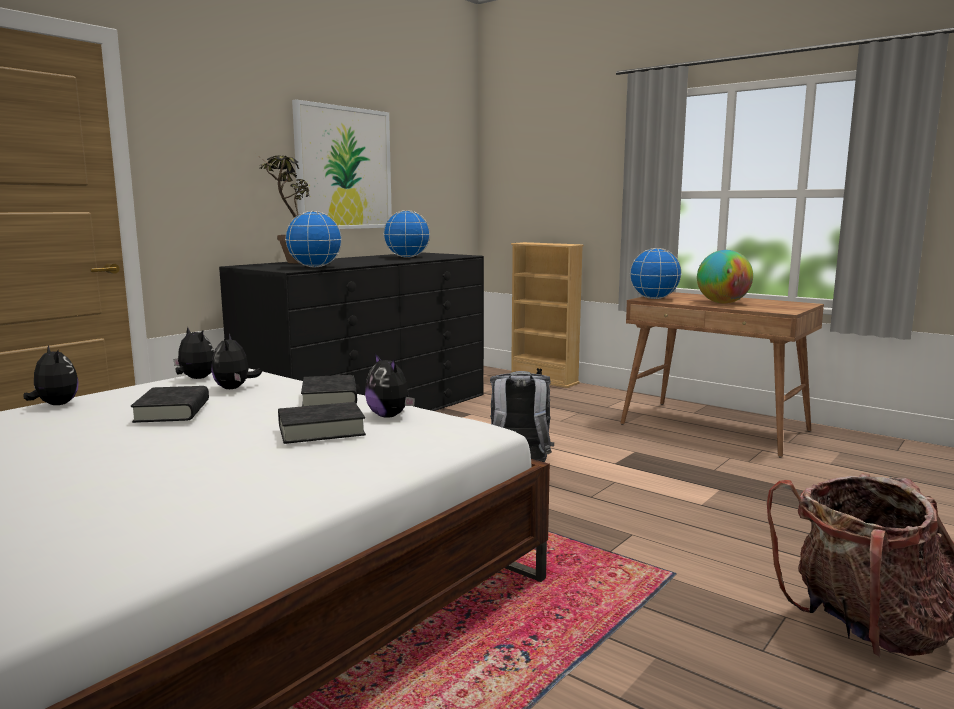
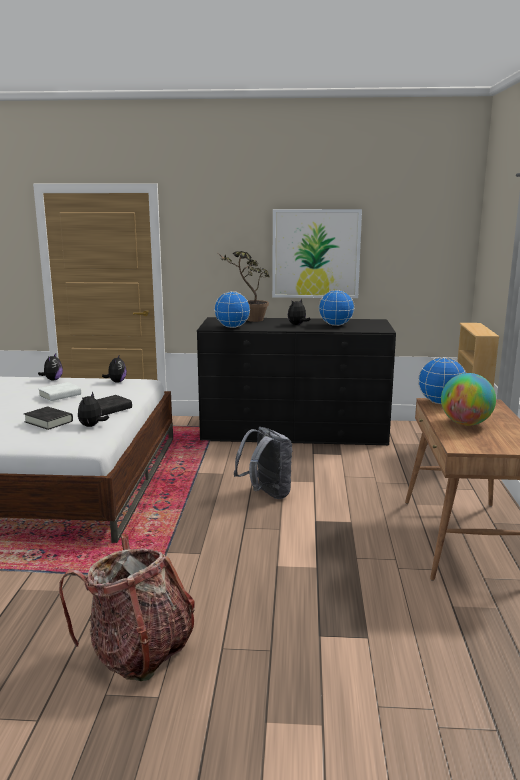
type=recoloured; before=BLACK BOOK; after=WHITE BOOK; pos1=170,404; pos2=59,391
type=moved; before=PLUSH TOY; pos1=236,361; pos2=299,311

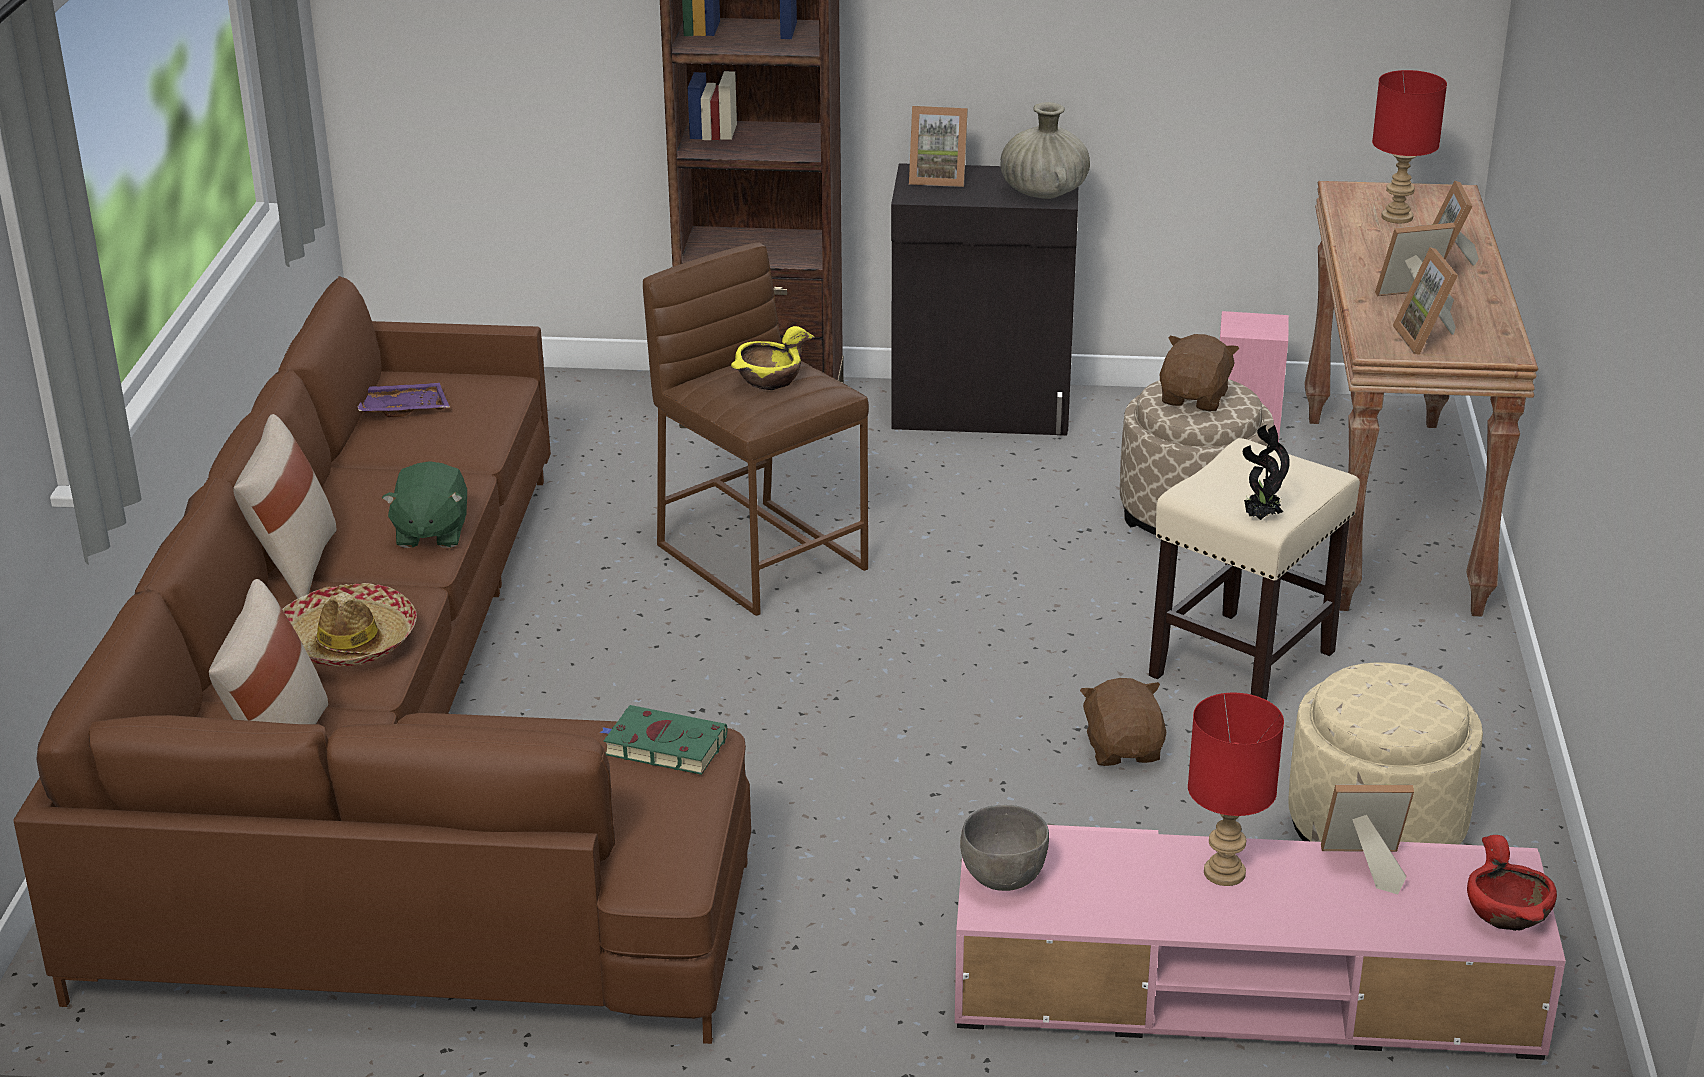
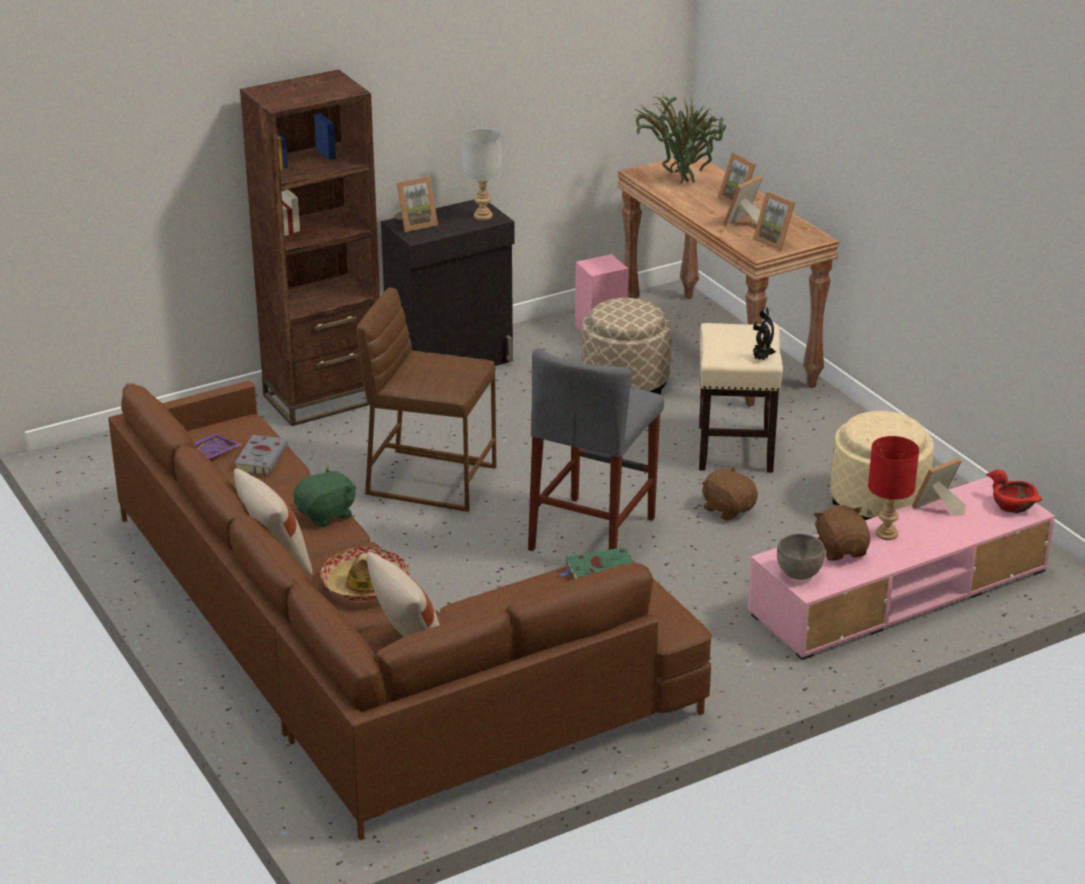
type=turned; before=GREEN PLUSH TOY; pos1=424,504; pos2=325,497; turn=-90
type=removed; before=YELLOW BOWL; pos1=773,358
type=replaced; before=BEIGE VASE; after=GREY TABLE LAMP; pos1=1045,150; pos2=482,174
type=moved; before=BROWN PLUSH TOY; pos1=1199,372; pos2=842,533
type=replaced; before=RED TABLE LAMP; after=POTTED PLANT; pos1=1409,146; pos2=680,139
type=added; after=GREY BOOK; pos2=261,455
type=added; after=GREY STOOL; pos2=596,449

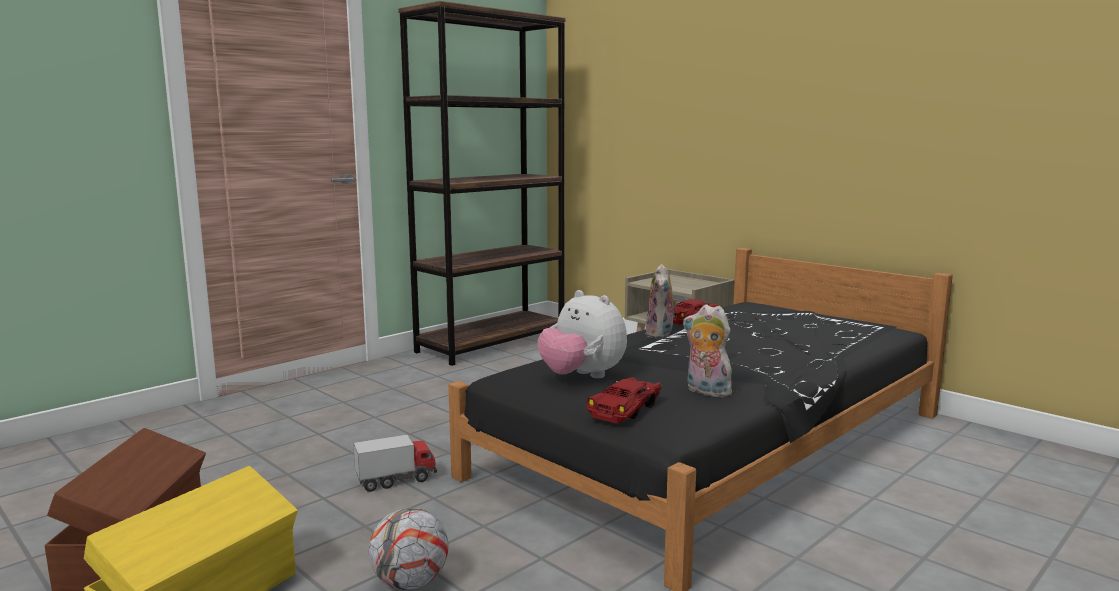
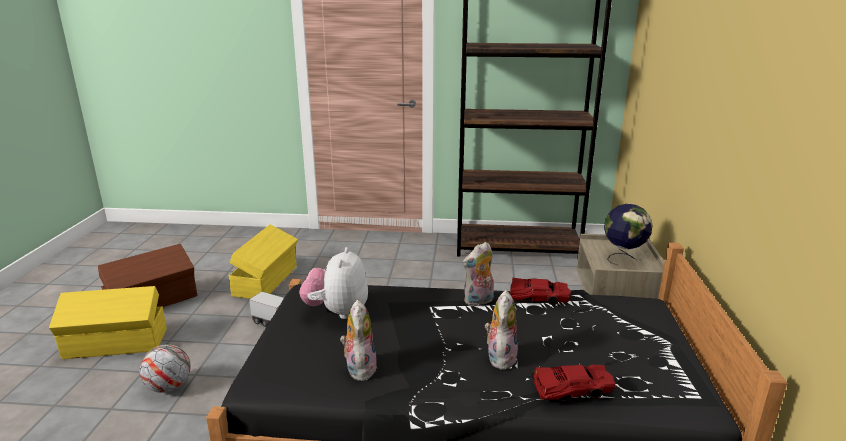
type=moved; before=RED TOY CAR; pos1=624,400; pos2=575,382
type=added; after=YELLOW STORAGE BOX; pos2=263,261
type=added; after=PLUSH TOY; pos2=501,330
type=added; after=GLOBE; pos2=628,234

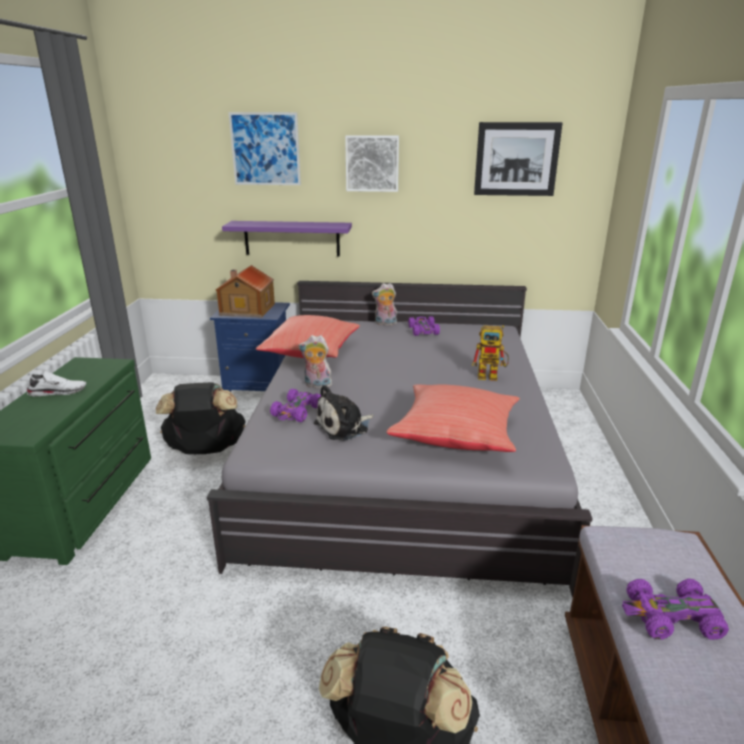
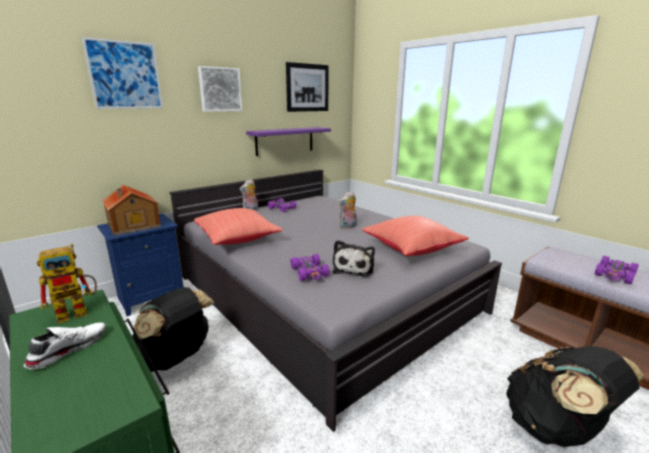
type=moved; before=PURPLE SHELF; pos1=287,239; pos2=288,141
type=moved; before=PLUSH TOY; pos1=316,362; pos2=348,210
type=moved; before=TOY ROBOT; pos1=490,353; pos2=67,284

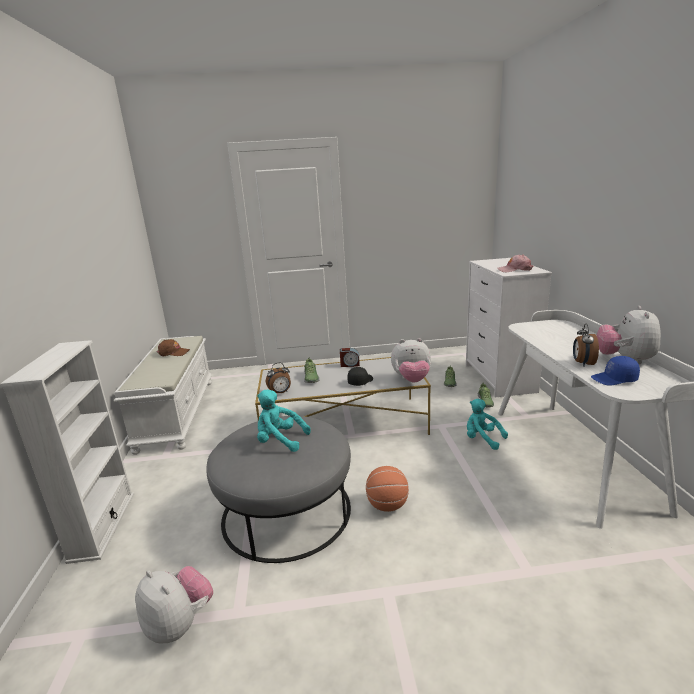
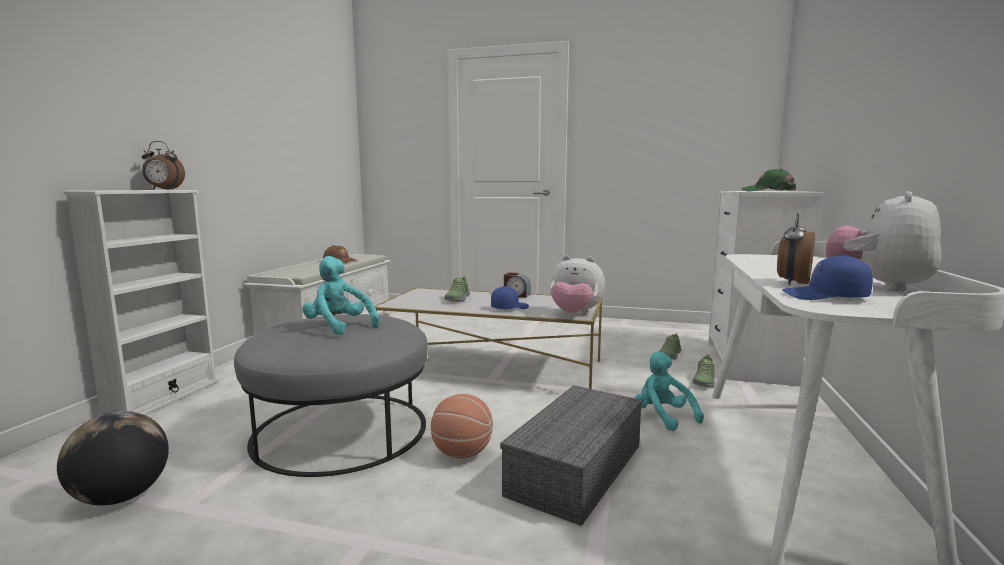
type=replaced; before=PLUSH TOY; after=GLOBE; pos1=174,604; pos2=113,458
type=moved; before=ALARM CLOCK; pos1=278,378; pos2=163,165
type=recoloured; before=BLACK CAP; after=BLUE CAP; pos1=360,376; pos2=510,297
type=recoloured; before=PINK CAP; after=GREEN CAP; pos1=515,263; pos2=768,179
type=added; after=GREY STORAGE BOX; pos2=571,455

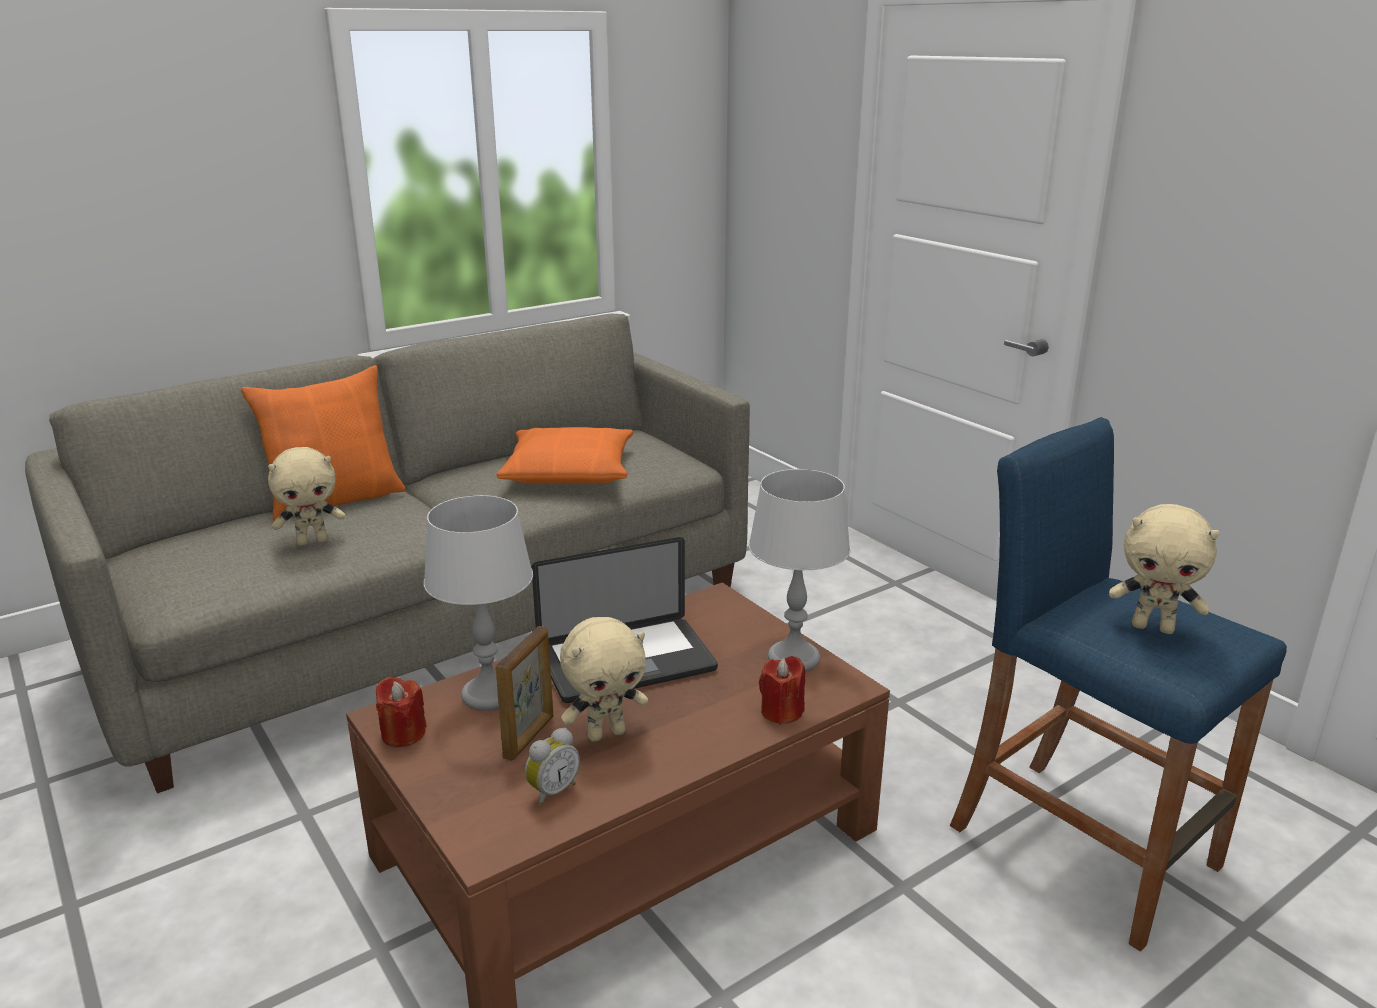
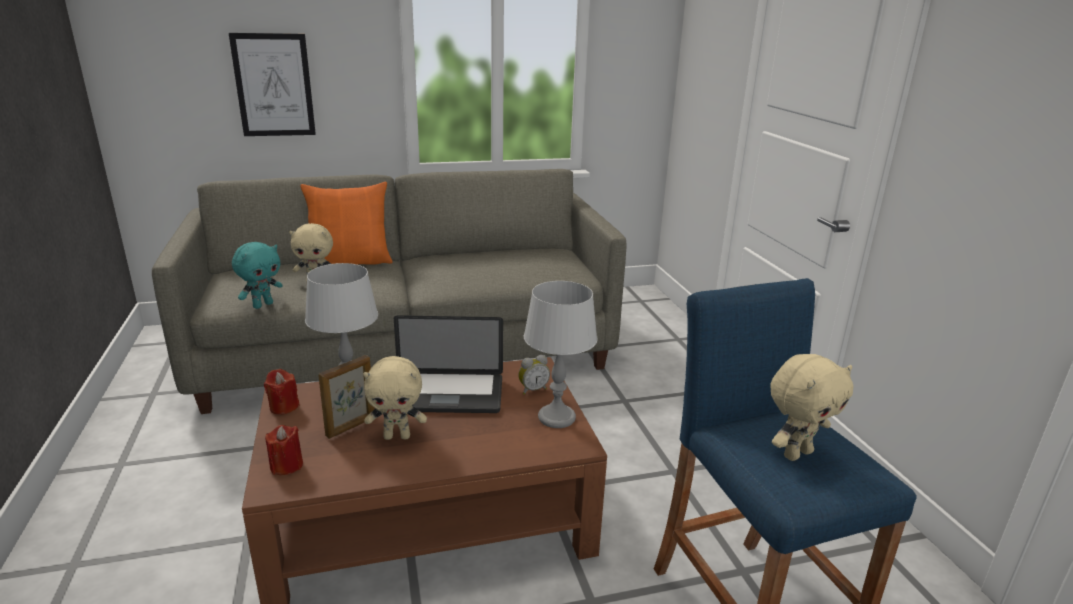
type=removed; before=ORANGE PILLOW; pos1=565,455
type=moved; before=ALARM CLOCK; pos1=552,767; pos2=534,375
type=moved; before=RED CANDLE; pos1=782,690; pos2=284,450
type=turned; before=BEIGE PLUSH TOY; pos1=1164,569; pos2=812,407; turn=-75
type=added; after=PICTURE; pos2=272,84
type=added; after=TURQUOISE PLUSH TOY; pos2=257,275

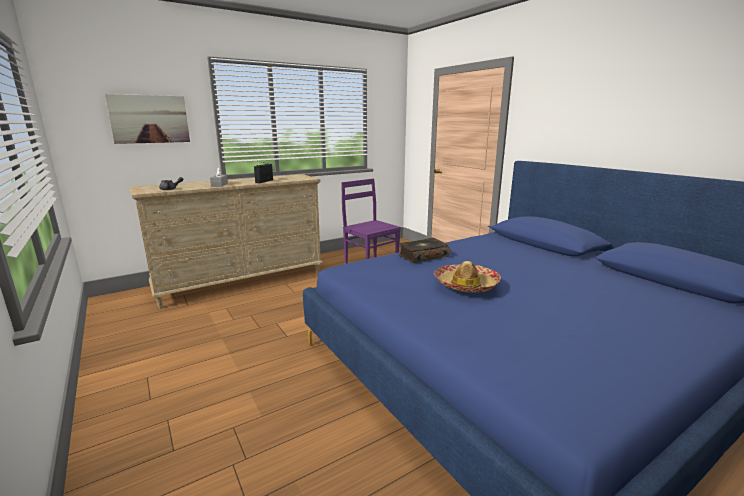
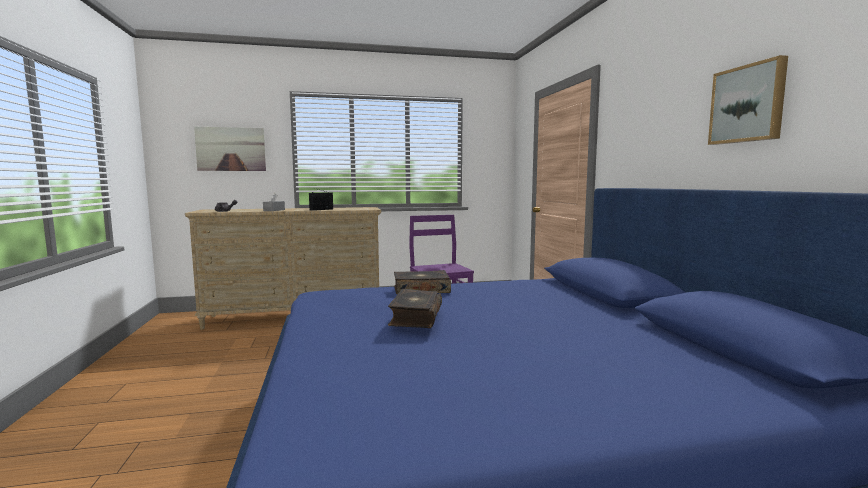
type=replaced; before=HAT; after=BOOK; pos1=467,277; pos2=415,308
type=added; after=PICTURE; pos2=748,100

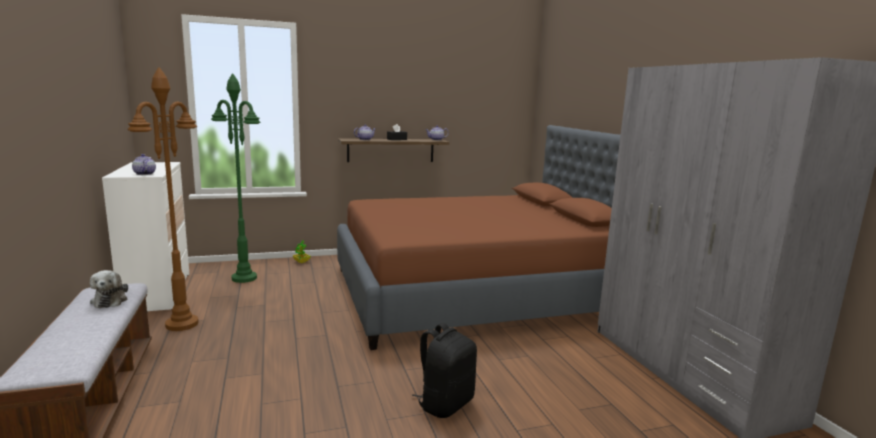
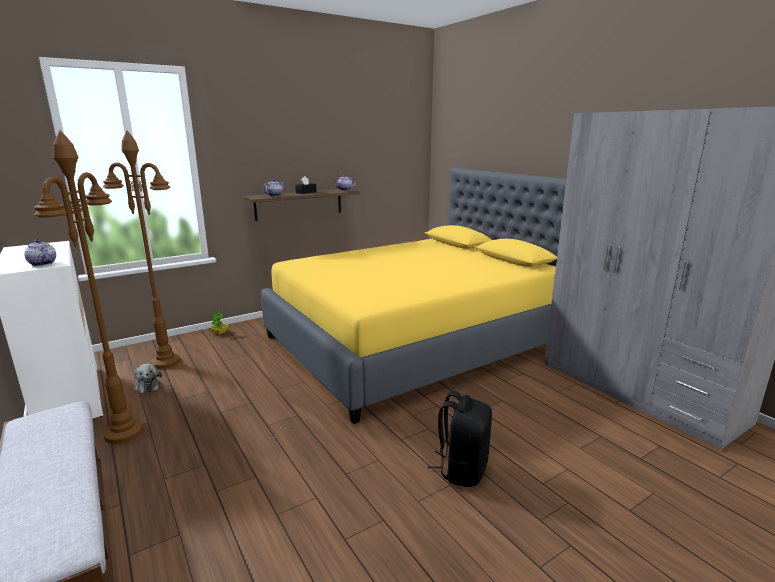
type=moved; before=PLUSH TOY; pos1=109,289; pos2=147,378
type=recoloured; before=GREEN FLOOR LAMP; after=BROWN FLOOR LAMP; pos1=235,178; pos2=141,250
type=recoloured; before=BROWN BED; after=YELLOW BED; pos1=478,237; pos2=413,296

